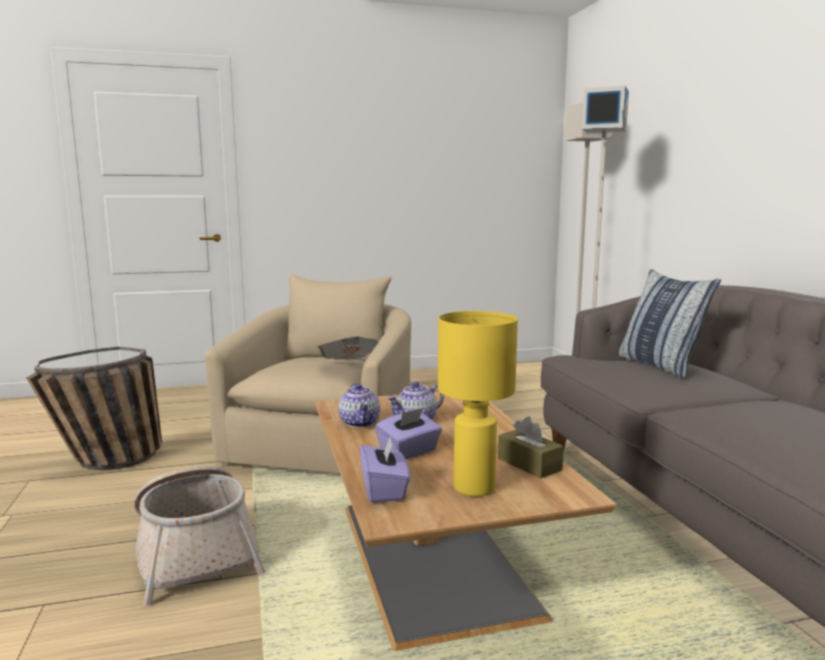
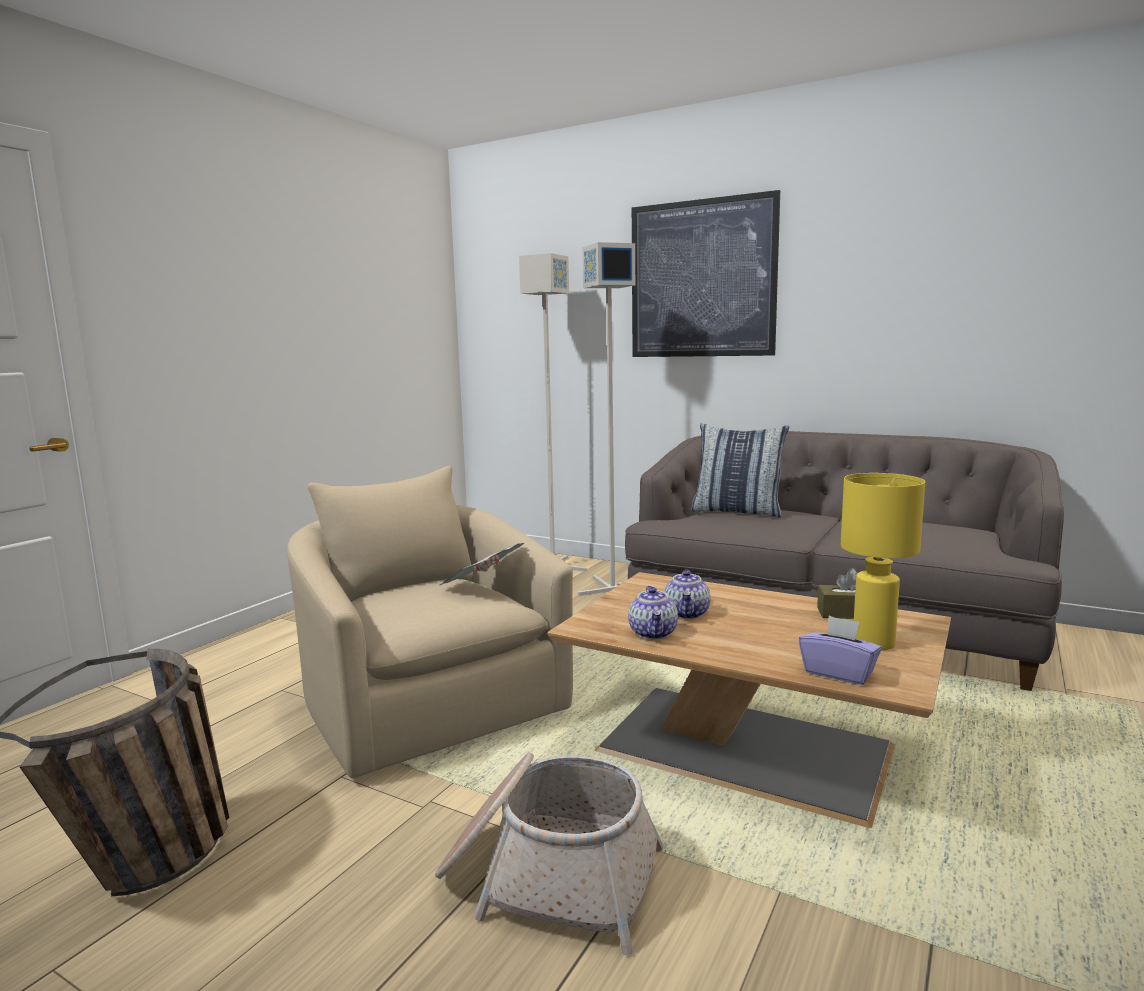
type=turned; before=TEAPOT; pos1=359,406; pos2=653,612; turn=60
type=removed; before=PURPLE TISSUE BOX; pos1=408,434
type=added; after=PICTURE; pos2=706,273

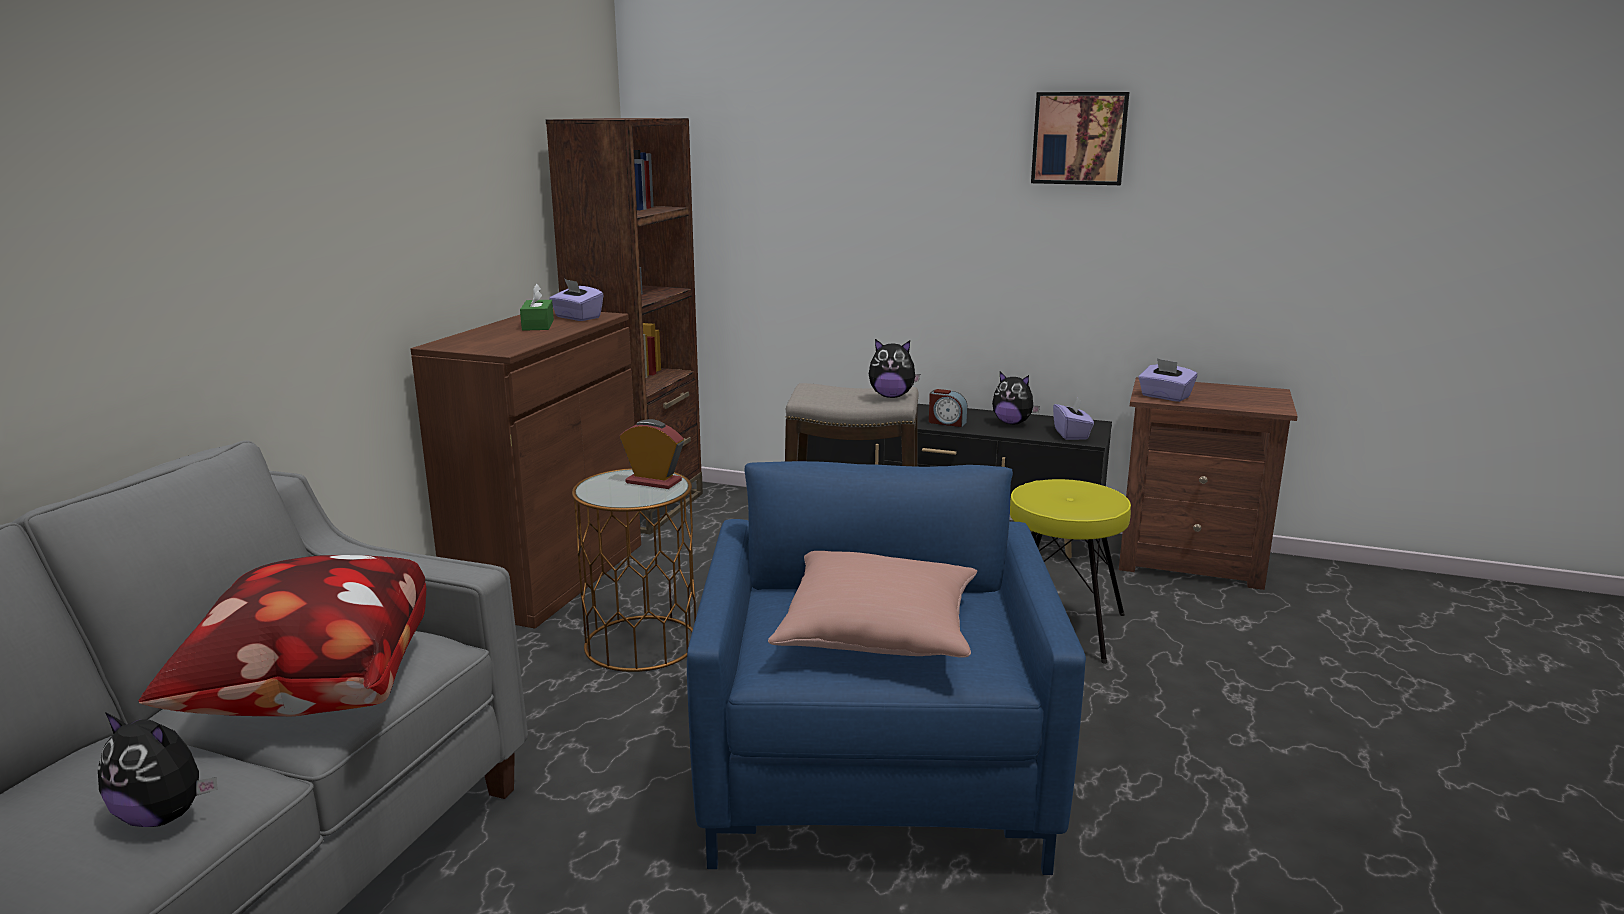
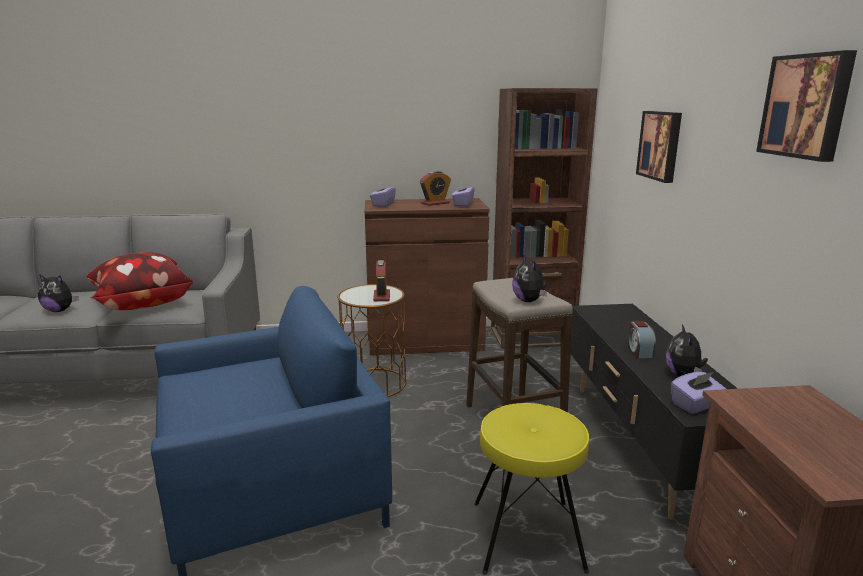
type=turned; before=PLUSH TOY; pos1=158,769; pos2=58,293; turn=-75
type=replaced; before=GREEN TISSUE BOX; after=ALARM CLOCK; pos1=537,307; pos2=435,188
type=removed; before=PINK PILLOW; pos1=872,604
type=moved; before=PURPLE TISSUE BOX; pos1=1168,380; pos2=383,194
type=added; after=PICTURE; pos2=659,147

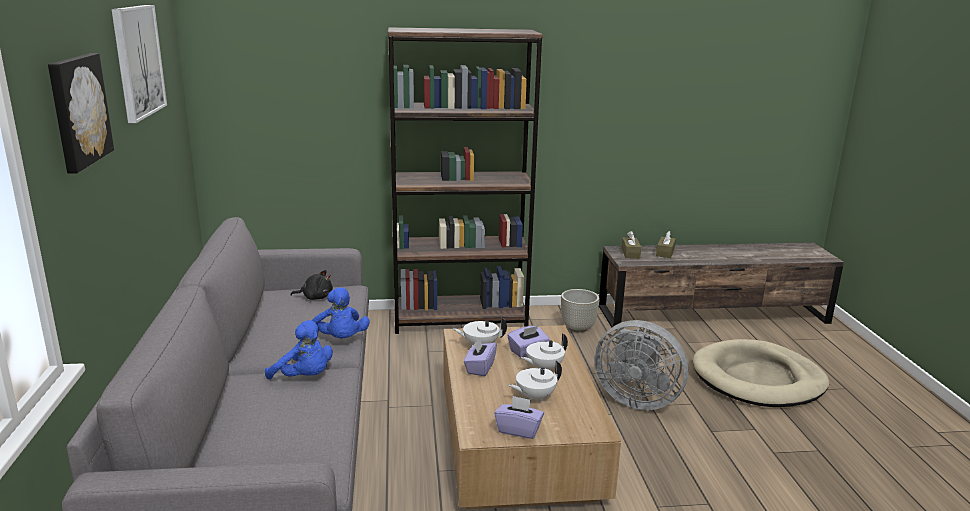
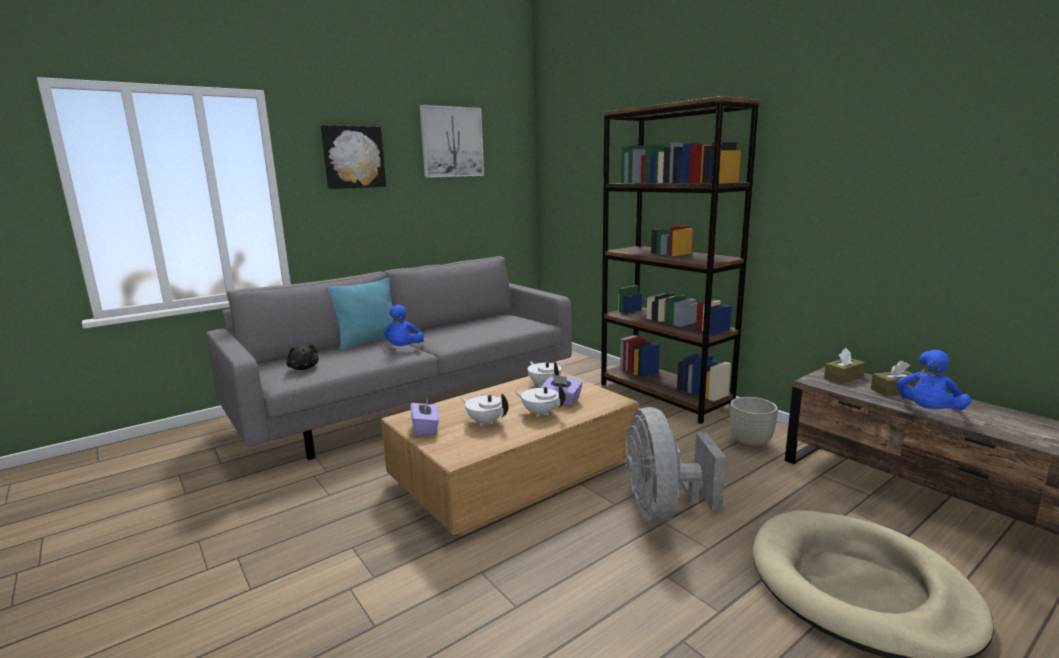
type=moved; before=BLACK PLUSH TOY; pos1=311,285; pos2=302,357
type=moved; before=BLUE PLUSH TOY; pos1=341,312; pos2=934,380
type=removed; before=PURPLE TISSUE BOX; pos1=480,356
type=added; after=TURQUOISE PILLOW; pos2=359,314

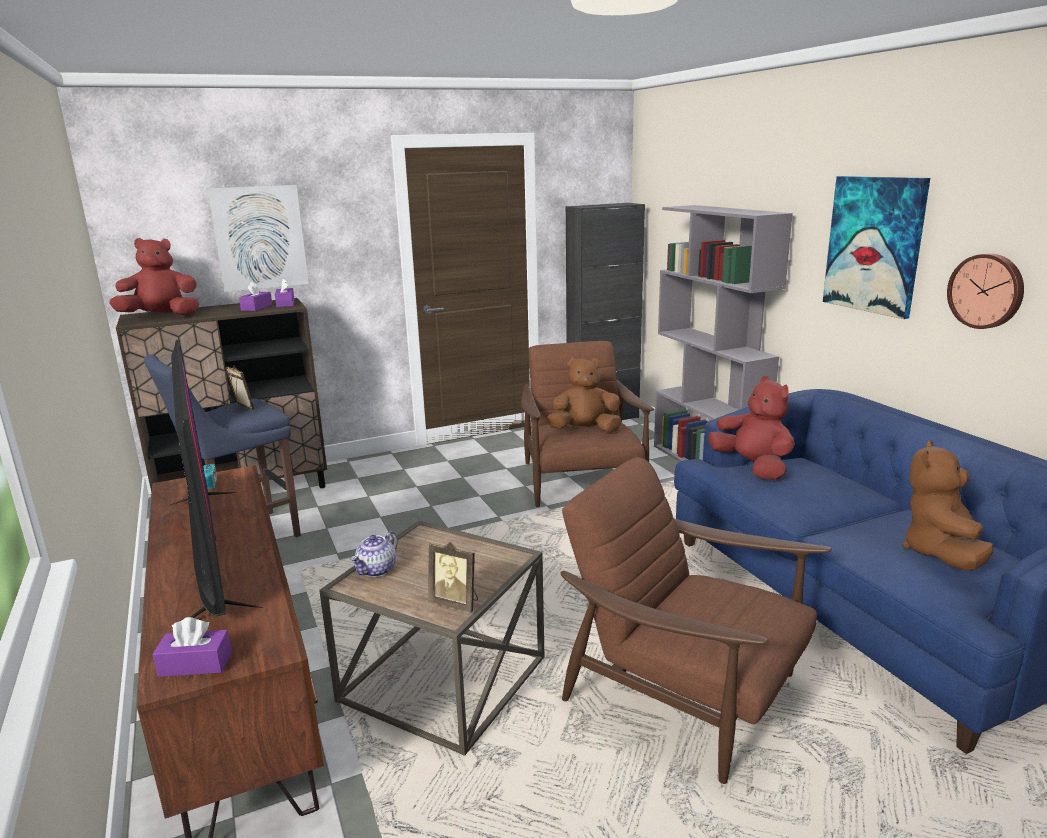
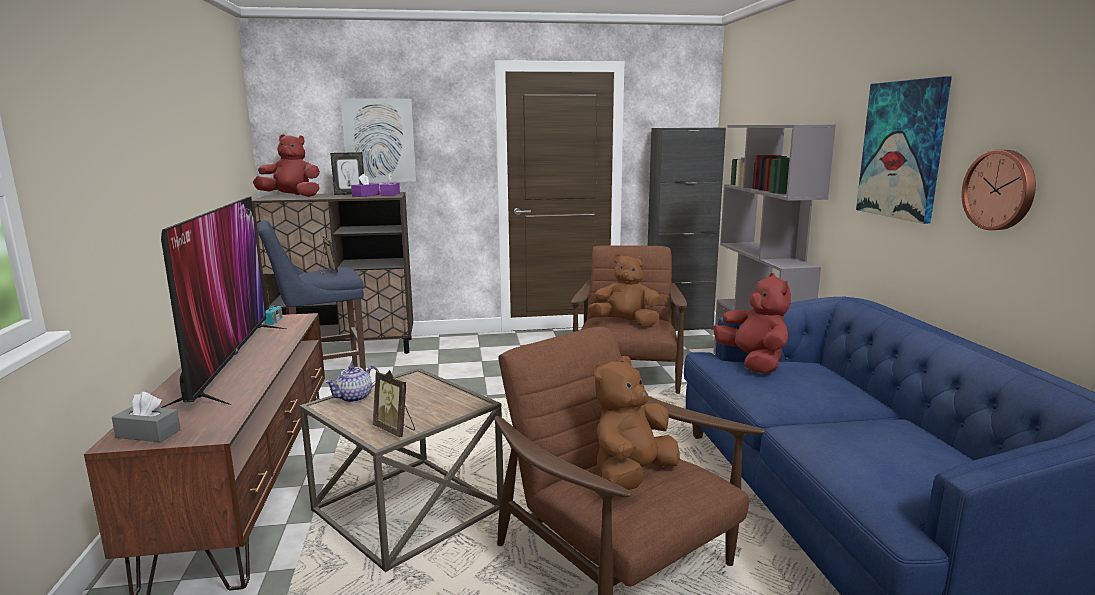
type=recoloured; before=PURPLE TISSUE BOX; after=GREY TISSUE BOX; pos1=192,647; pos2=146,417
type=moved; before=BROWN PLUSH TOY; pos1=947,505; pos2=637,423
type=added; after=PICTURE FRAME; pos2=347,173

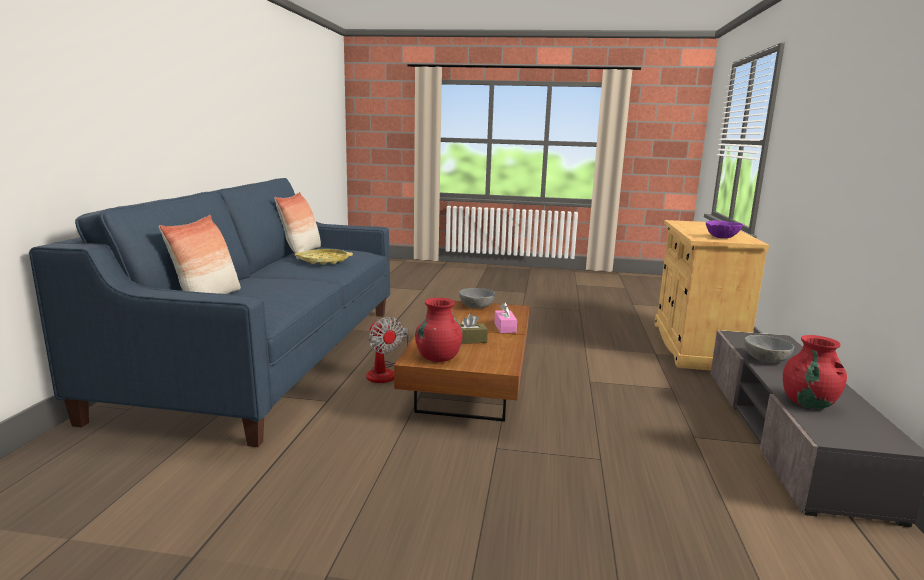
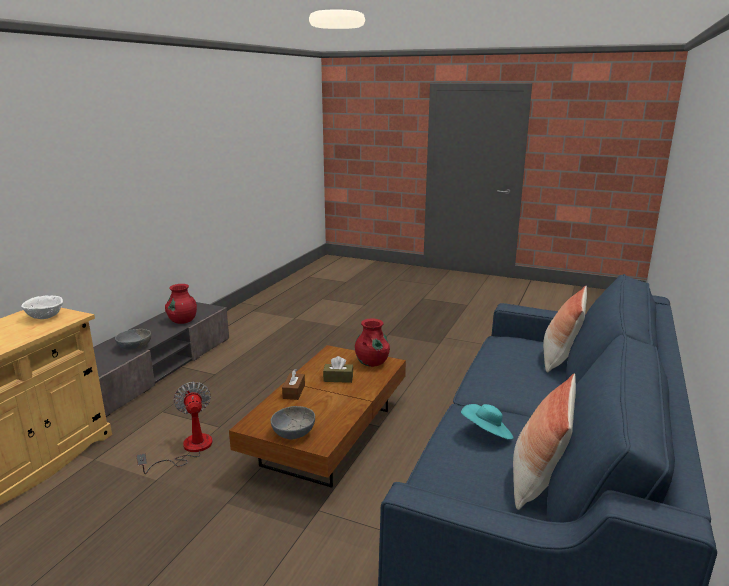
type=replaced; before=YELLOW TRAY; after=TURQUOISE HAT; pos1=324,257; pos2=487,422
type=moved; before=FAN; pos1=387,350; pos2=174,428
type=recoloured; before=PINK TISSUE BOX; after=BROWN TISSUE BOX; pos1=505,317; pos2=293,384
type=recoloured; before=PURPLE BOWL; after=WHITE BOWL; pos1=724,229; pos2=42,307

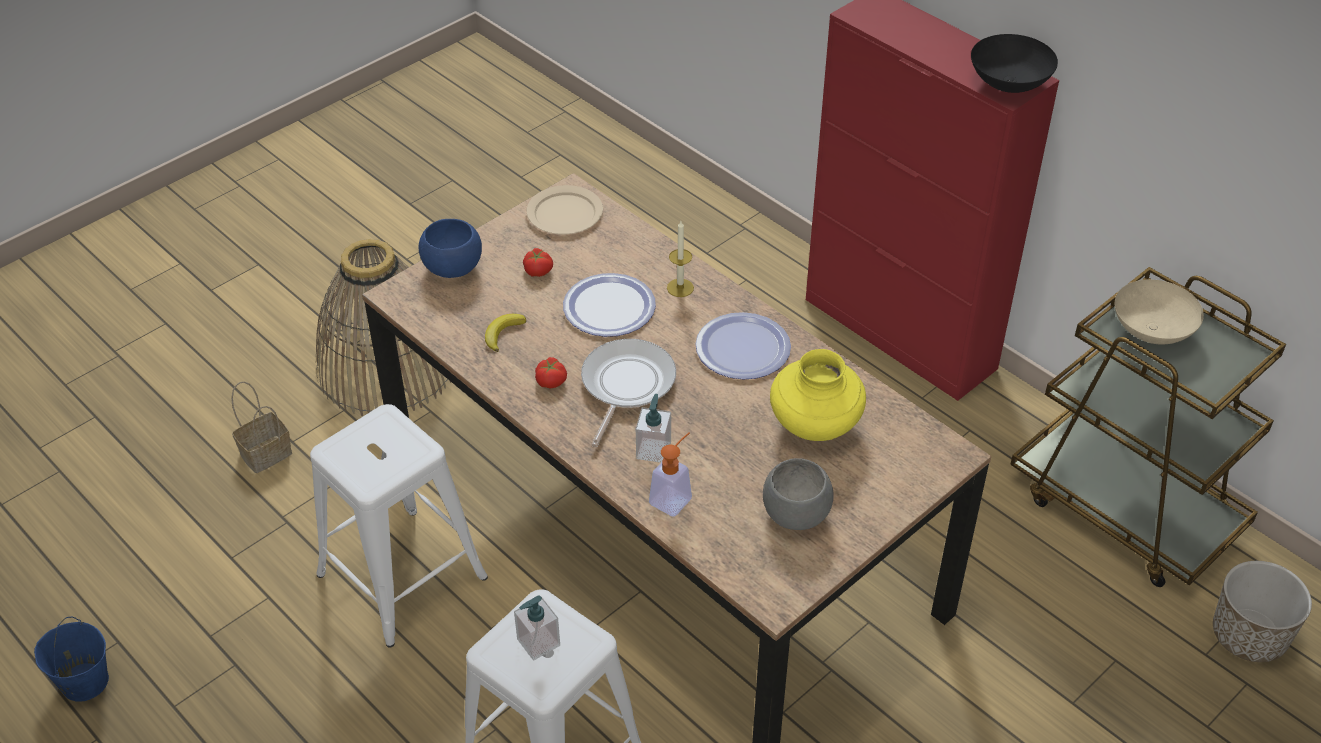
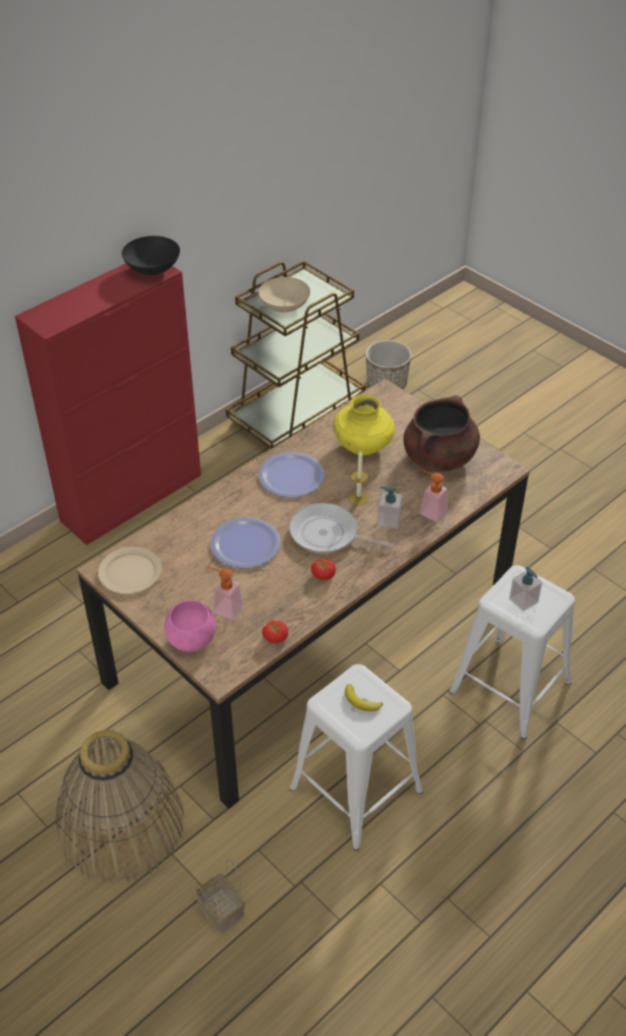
type=removed; before=BLUE BUCKET; pos1=71,659
type=recoloured; before=BLUE BOWL; after=PINK BOWL; pos1=450,248; pos2=189,626
type=moved; before=BANANA; pos1=505,333; pos2=364,697
type=moved; before=TOMATO; pos1=538,262; pos2=275,631
type=moved; before=CANDLE; pos1=680,259; pos2=359,478
type=replaced; before=GREY BOWL; after=BROWN COOKING POT; pos1=798,494; pos2=442,433
type=added; after=SOAP DISPENSER; pos2=224,592

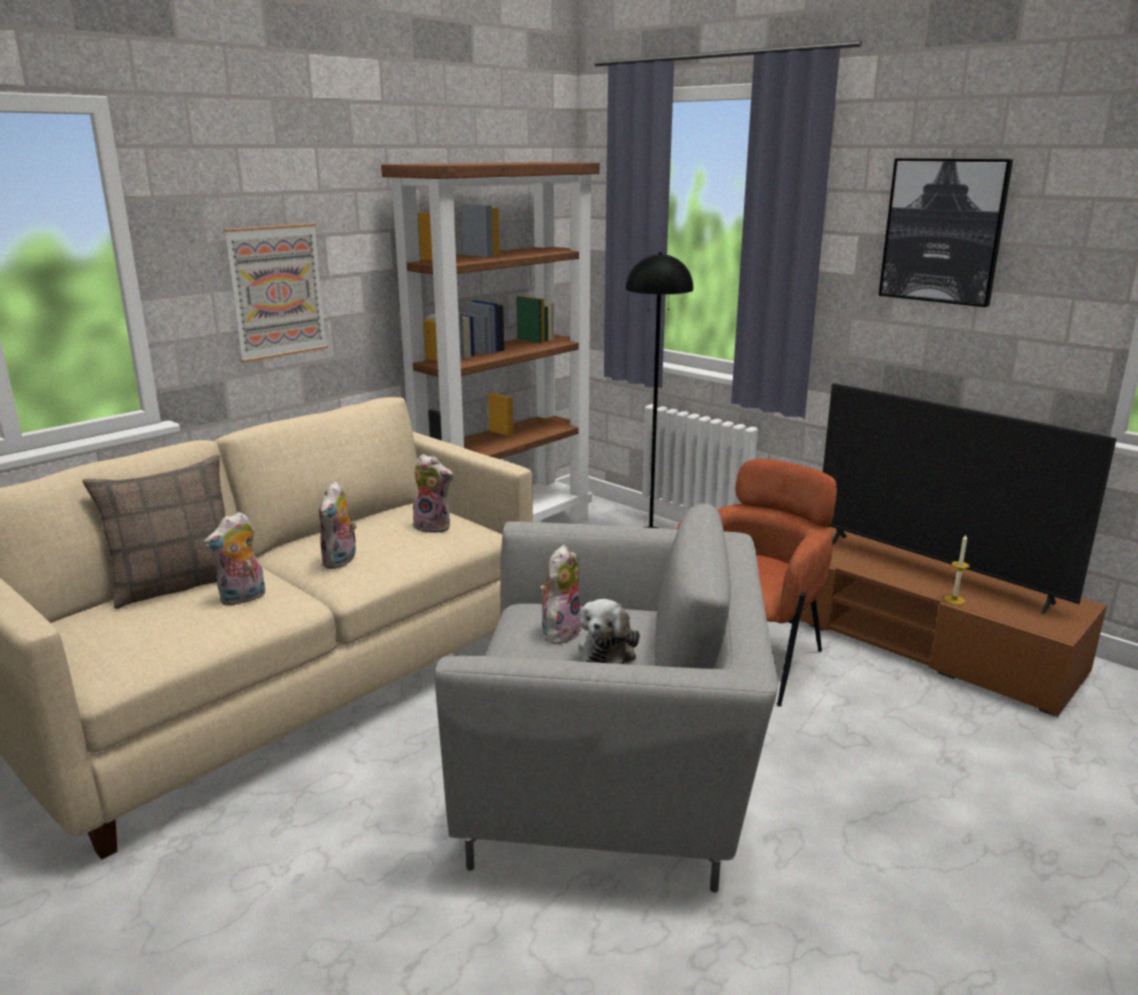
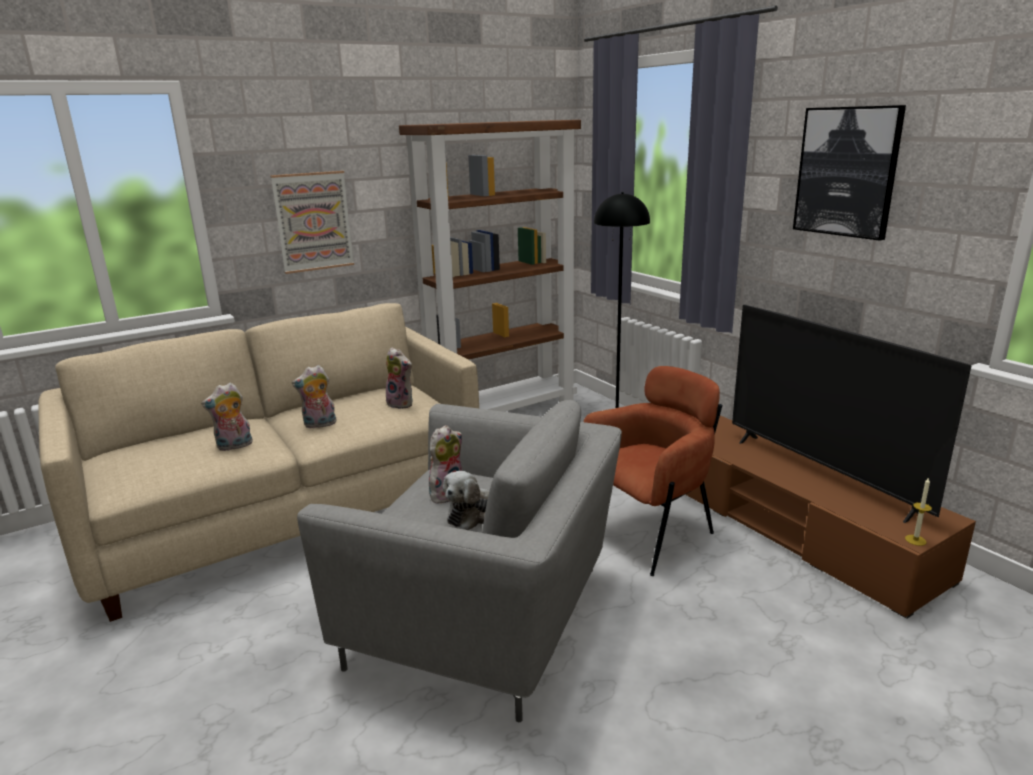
type=removed; before=PILLOW; pos1=154,531
type=turned; before=PLUSH TOY; pos1=338,525; pos2=314,396; turn=45
type=moved; before=CANDLE; pos1=957,569; pos2=918,511

